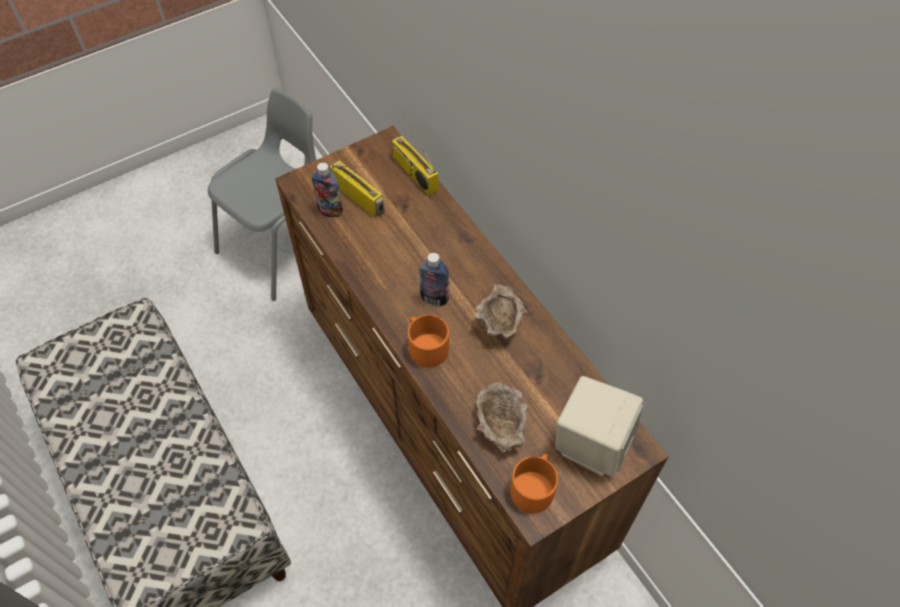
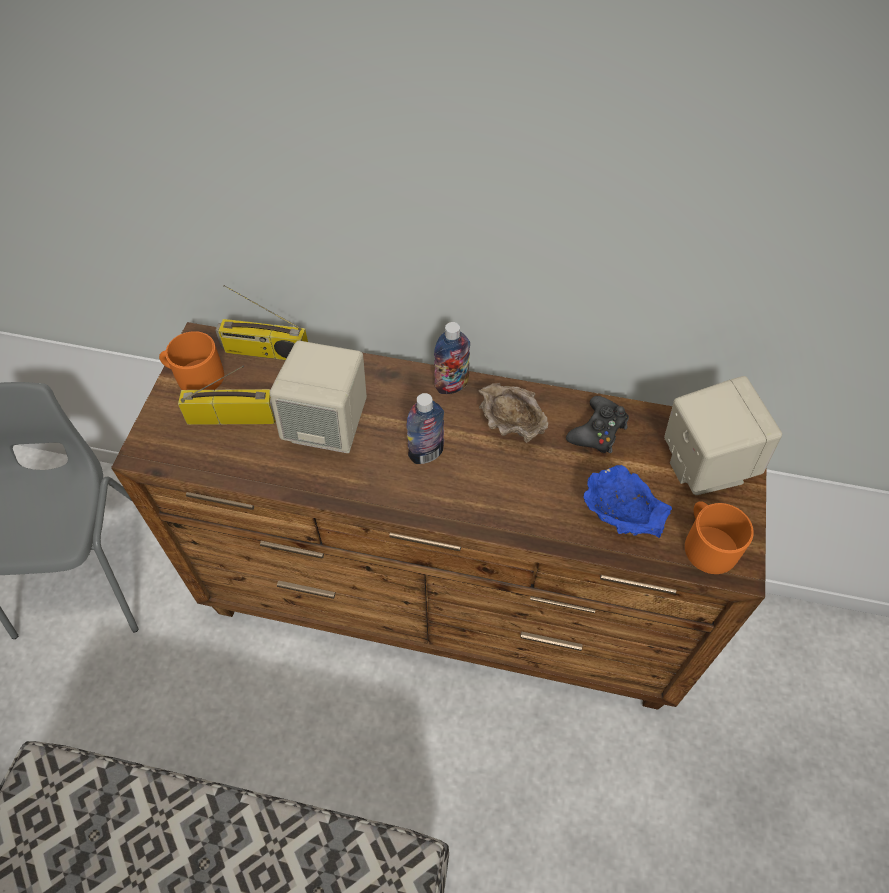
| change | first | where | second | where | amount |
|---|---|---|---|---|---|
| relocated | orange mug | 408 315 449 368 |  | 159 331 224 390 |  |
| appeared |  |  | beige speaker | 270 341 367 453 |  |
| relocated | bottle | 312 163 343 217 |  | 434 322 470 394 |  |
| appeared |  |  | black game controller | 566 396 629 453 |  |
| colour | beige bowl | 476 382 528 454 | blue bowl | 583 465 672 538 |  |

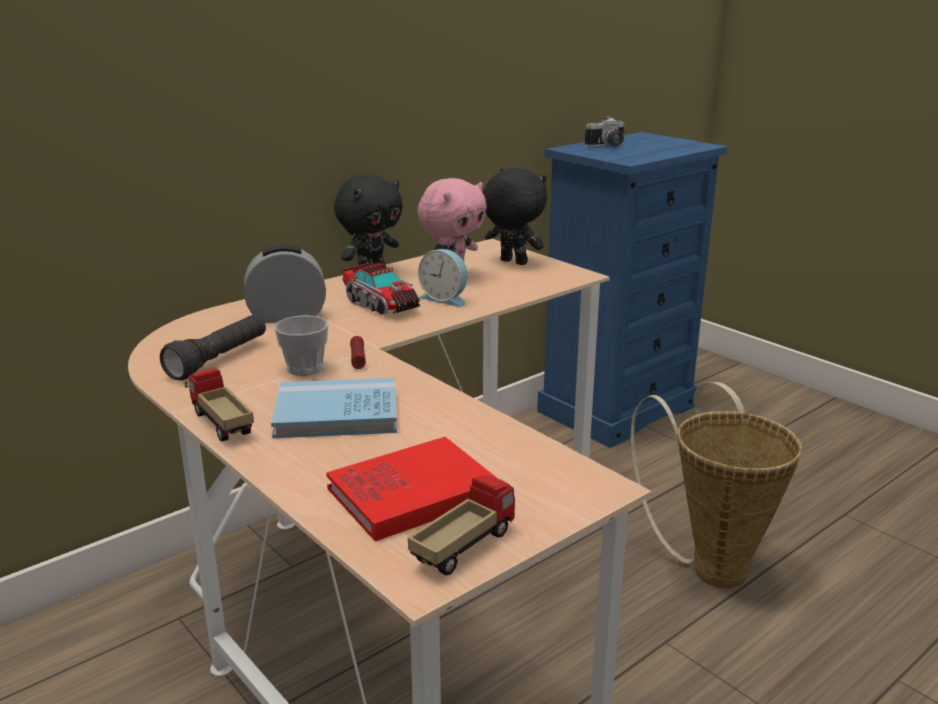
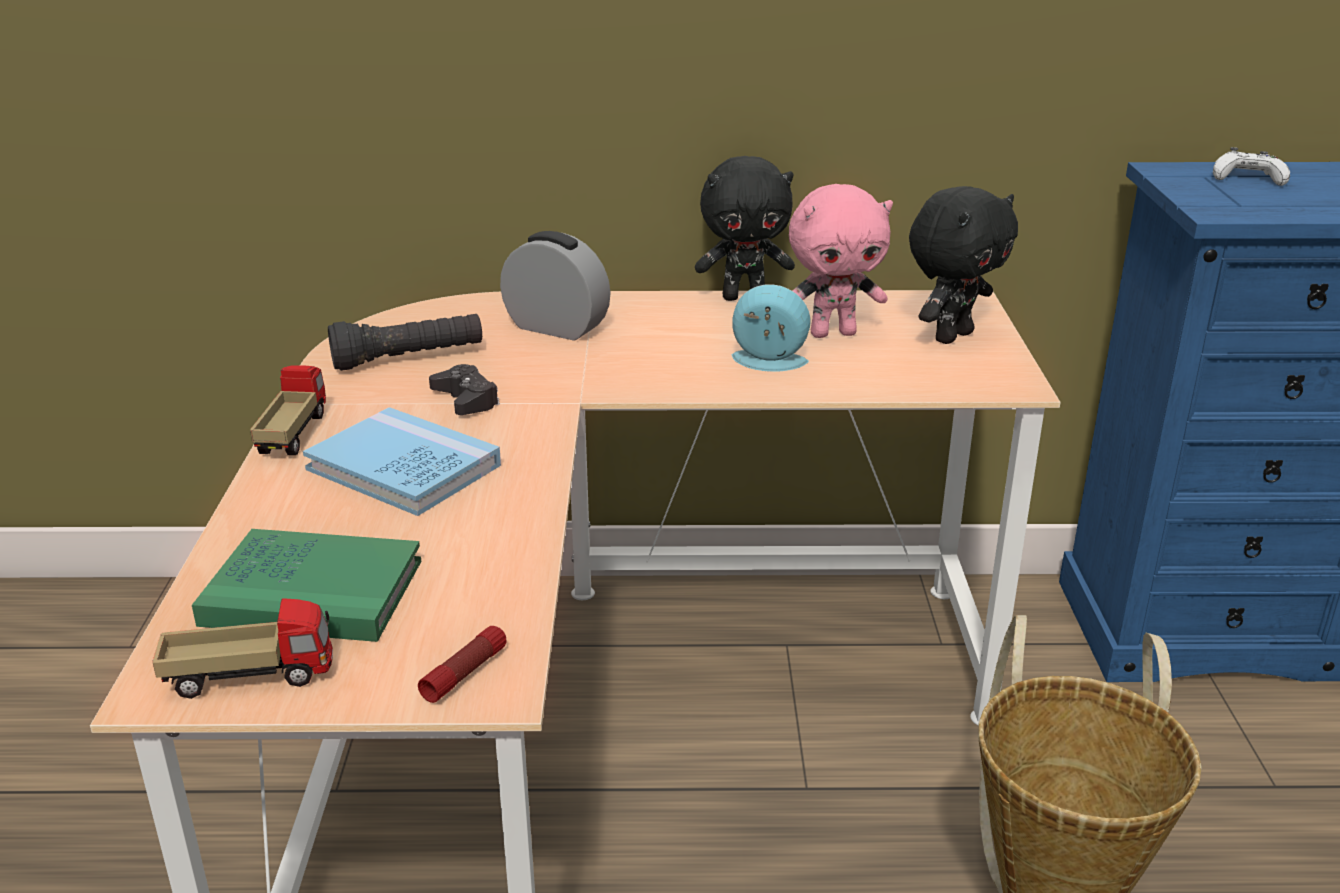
| change | first | where | second | where | amount |
|---|---|---|---|---|---|
| colour | red book | 326 437 498 541 | green book | 192 529 421 642 |  |
| relocated | flashlight | 350 336 366 369 |  | 418 626 506 703 |  |
| exchanged | cup | 274 315 329 376 | black game controller | 429 364 500 415 |  |
| spun | alarm clock | 418 249 468 307 |  | 732 284 811 372 | 120 degrees clockwise |
| spun | black plush toy | 483 168 547 265 |  | 909 186 1018 344 | 60 degrees clockwise |
| exchanged | photo camera | 585 116 624 147 | white game controller | 1213 147 1290 186 |  |
| missing | toy truck | 341 263 420 315 |  |  |  |

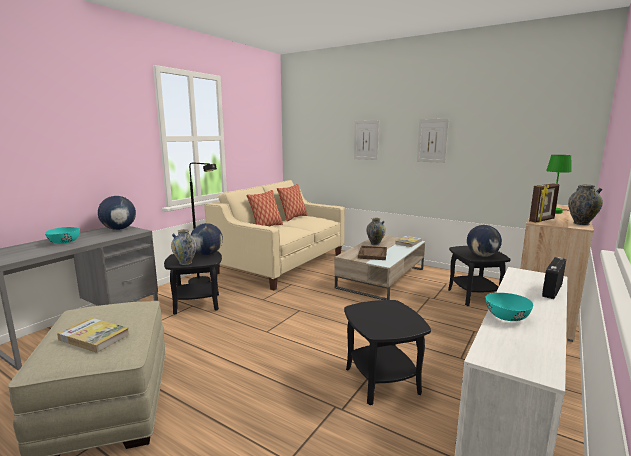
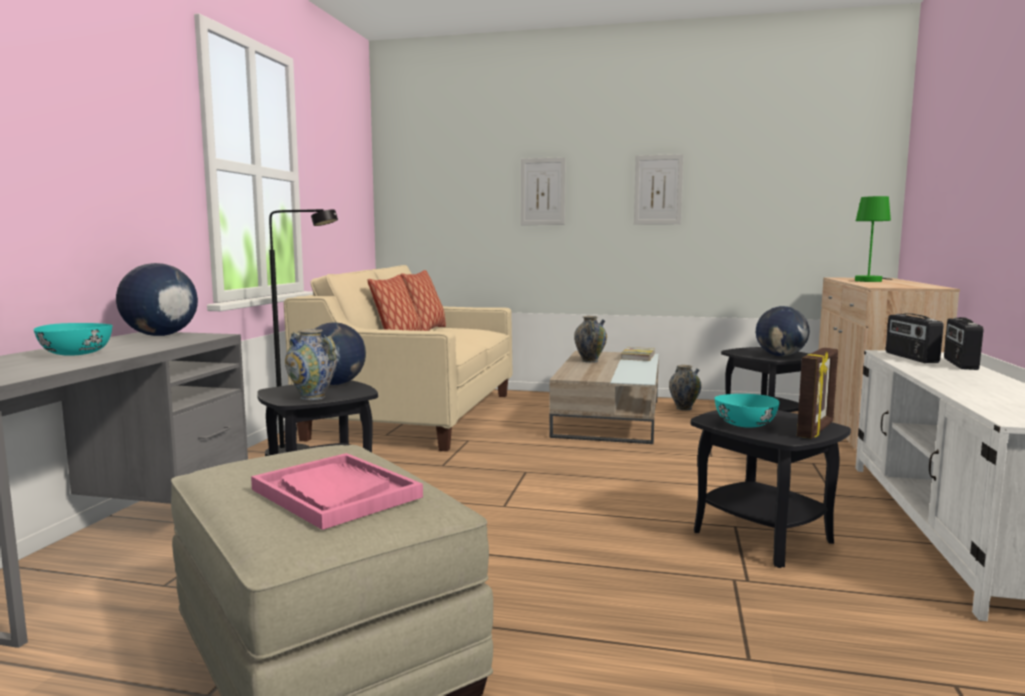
| change | first | where | second | where | amount |
|---|---|---|---|---|---|
| exchanged | book | 57 318 130 353 | pink tray | 251 453 423 530 |  |
| relocated | vase | 568 184 603 225 |  | 669 365 702 410 |  |
| relocated | turquoise bowl | 486 293 533 321 |  | 715 394 780 428 |  |
| relocated | picture frame | 529 184 560 223 |  | 797 348 838 439 |  |
| appeared |  |  | radio | 886 314 943 363 |  |
| missing | brown tray | 358 246 387 260 |  |  |  |

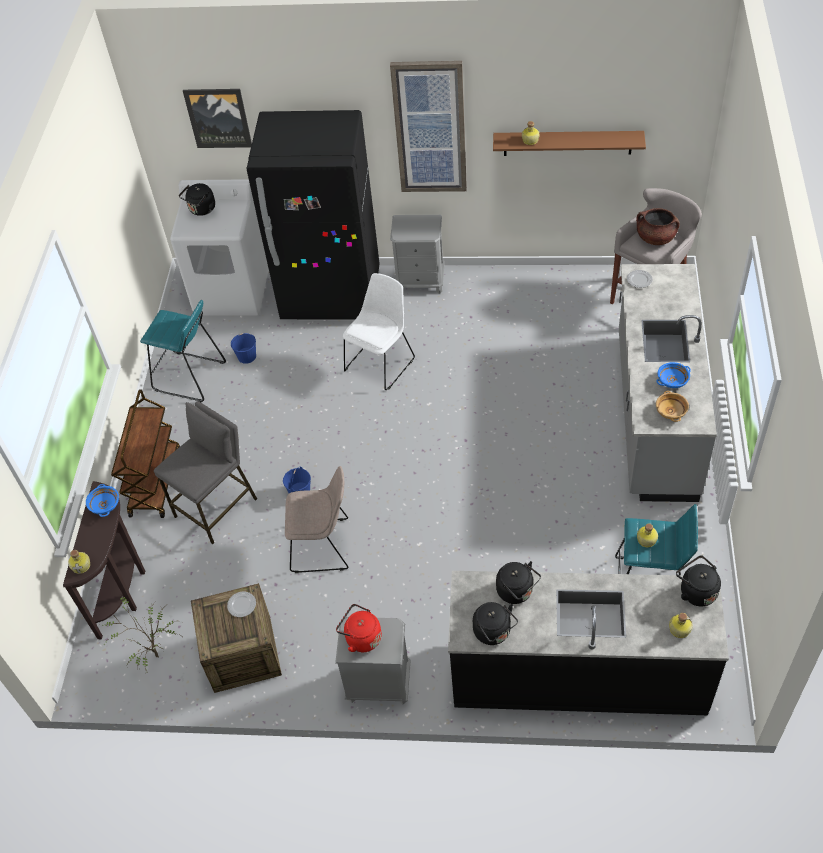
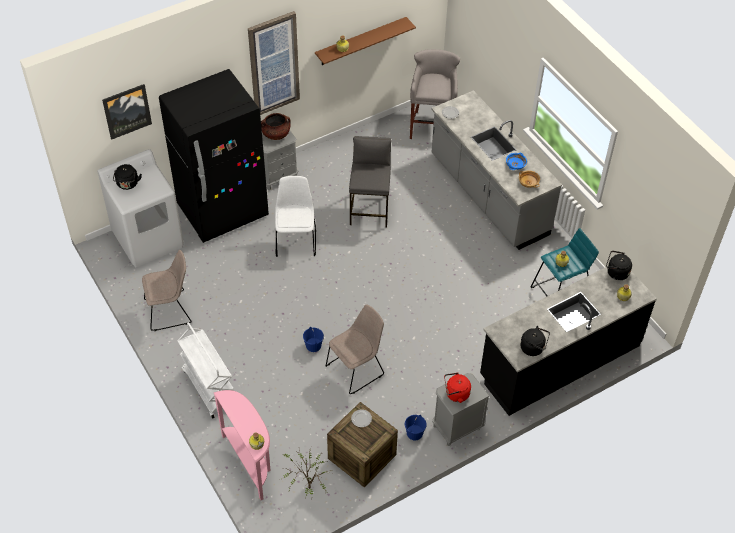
| change | first | where | second | where | amount |
|---|---|---|---|---|---|
| exchanged | turquoise stool | 140 300 226 402 | beige chair | 142 250 192 331 |  |
| colour | brown cart | 111 390 180 518 | white cart | 178 322 234 419 |  |
| colour | brown console table | 63 481 145 639 | pink console table | 214 390 271 500 |  |
| relocated | brown cooking pot | 636 208 680 245 |  | 261 113 291 140 |  |
| relocated | grey stool | 154 401 257 544 |  | 349 136 391 227 |  |
| relocated | blue bucket | 231 333 256 364 |  | 405 415 426 440 |  |
| missing | blue bowl | 86 484 119 517 |  |  |  |
| missing | black kettle | 496 561 541 604 |  |  |  |

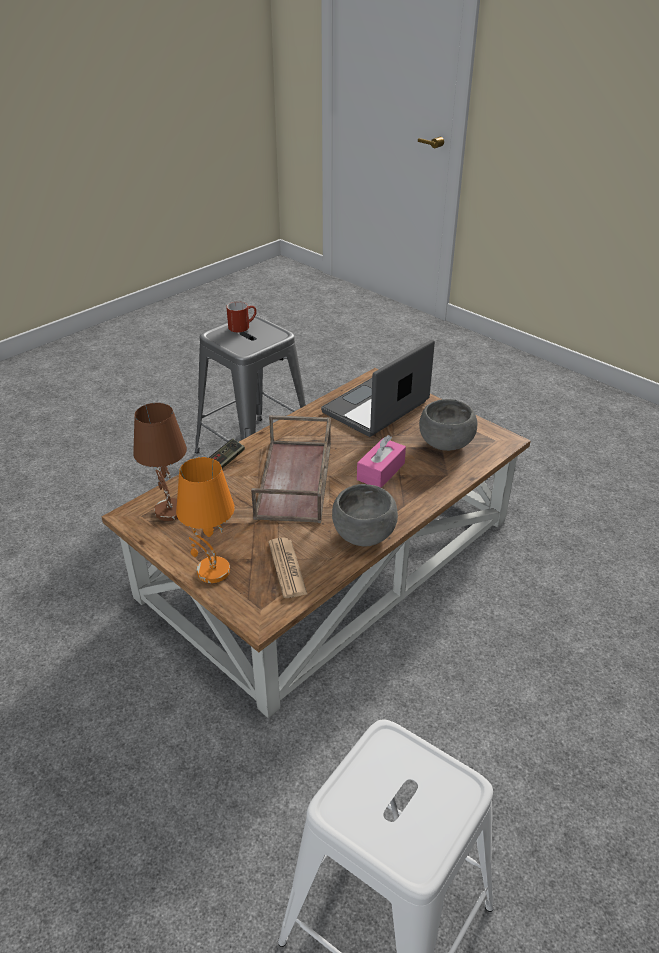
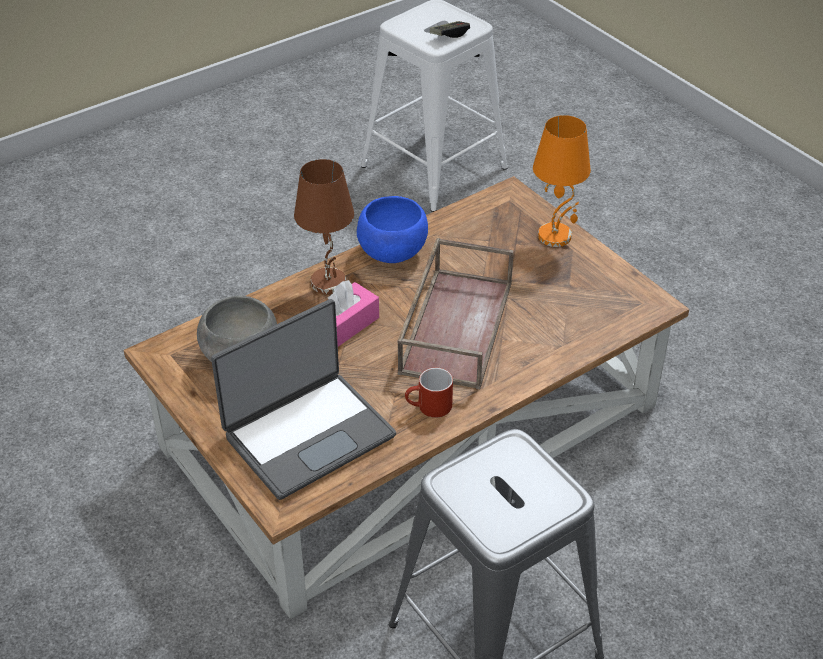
| change | first | where | second | where | amount |
|---|---|---|---|---|---|
| relocated | brown table lamp | 133 403 187 521 |  | 294 159 354 294 |  |
| colour | grey bowl | 332 484 398 546 | blue bowl | 357 196 428 263 |  |
| relocated | red mug | 226 301 257 332 |  | 405 368 453 418 |  |
| relocated | game controller | 209 439 245 469 |  | 430 21 470 38 |  |
| missing | newspaper | 268 537 307 598 |  |  |  |

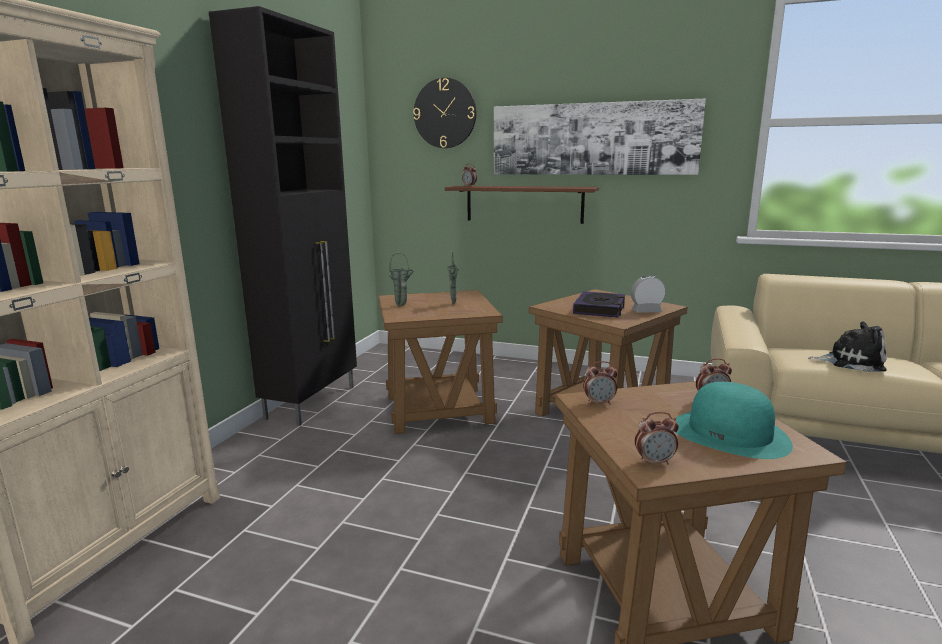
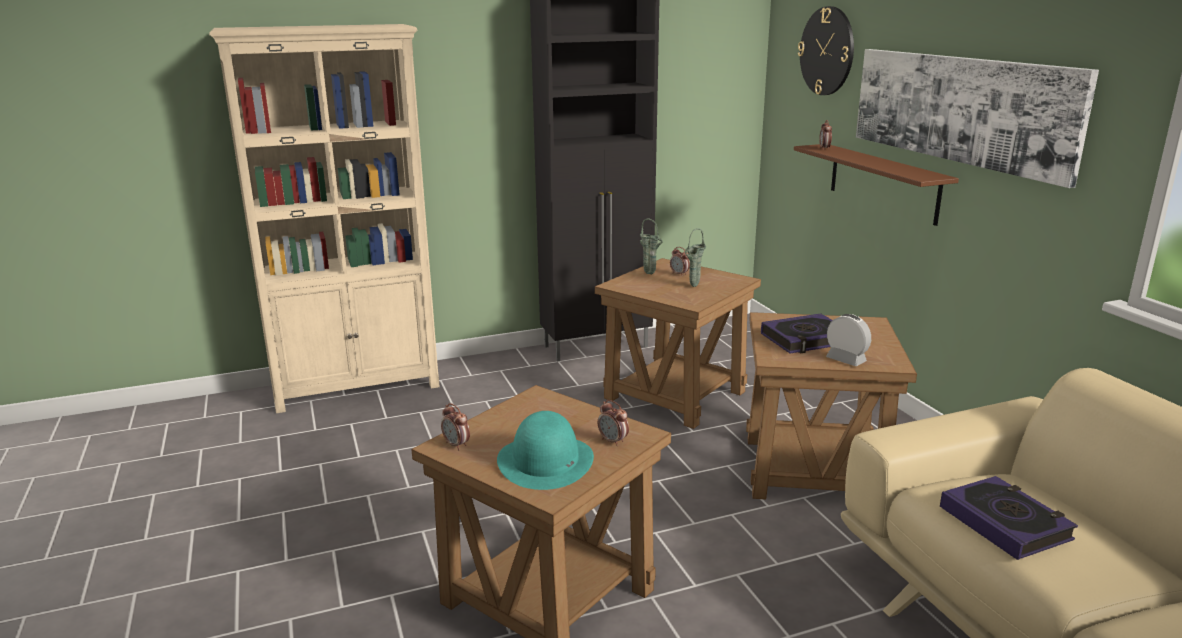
| change | first | where | second | where | amount |
|---|---|---|---|---|---|
| relocated | alarm clock | 583 361 618 405 |  | 670 247 690 275 |  |
| exchanged | plush toy | 808 322 887 372 | book | 940 476 1078 560 |  |

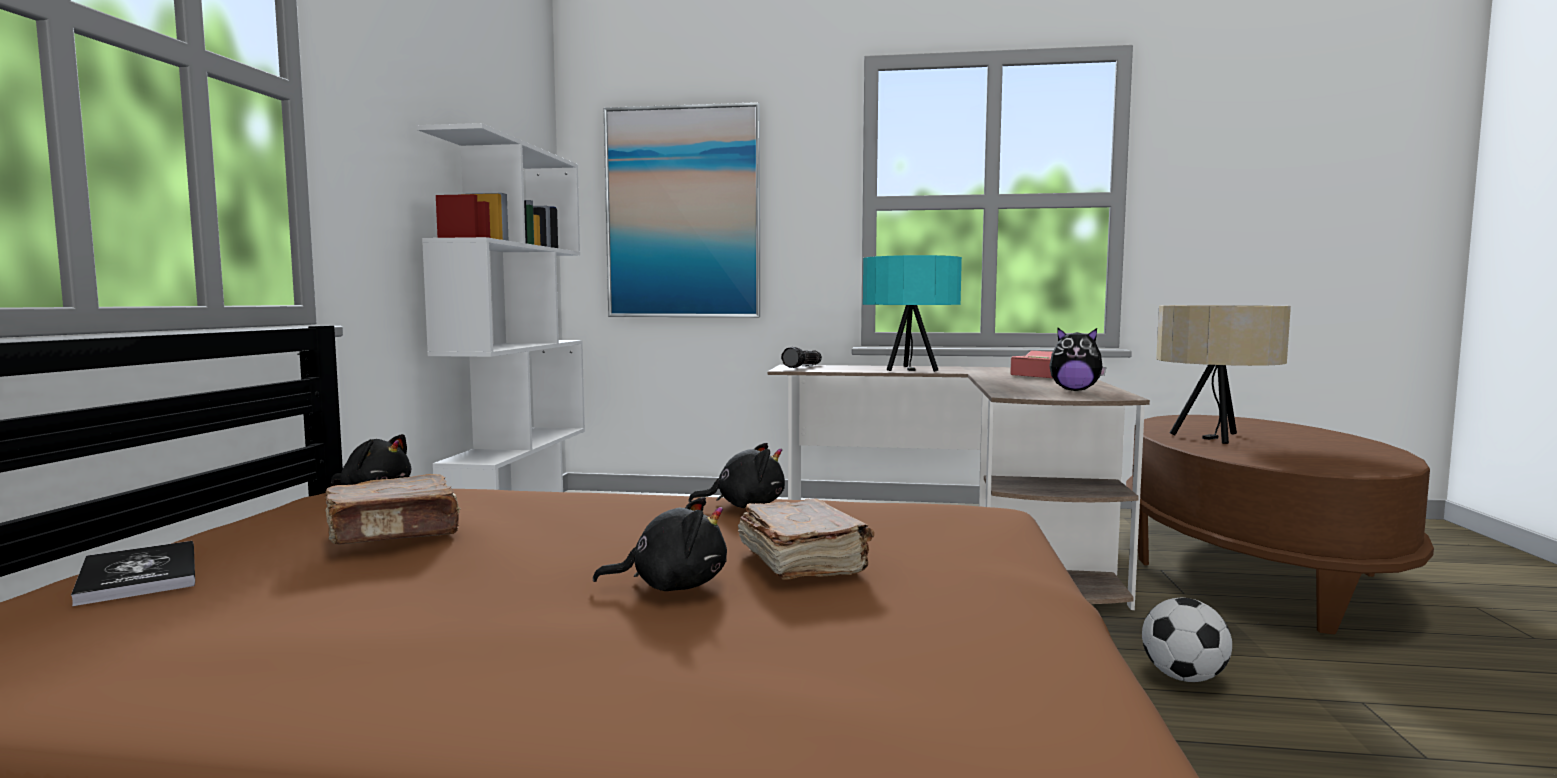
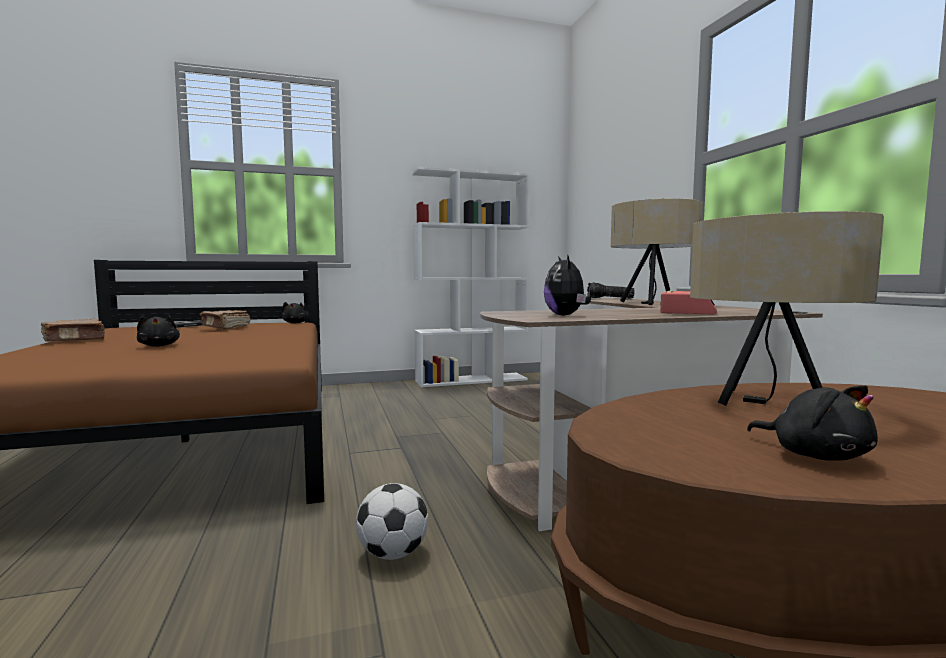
| change | first | where | second | where | amount |
|---|---|---|---|---|---|
| relocated | brown book | 738 499 874 580 |  | 41 319 105 342 |  |
| colour | turquoise table lamp | 863 255 962 372 | beige table lamp | 611 199 703 305 |  |
| relocated | black plush toy | 688 443 785 508 |  | 747 385 878 461 |  |
| missing | picture | 604 102 760 317 |  |  |  |

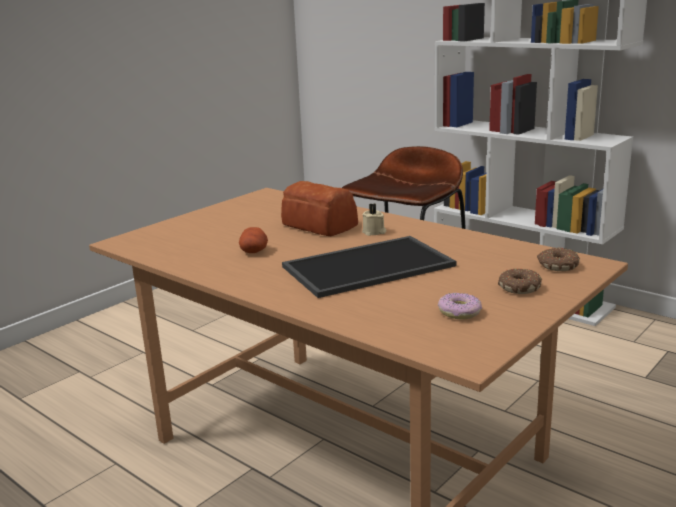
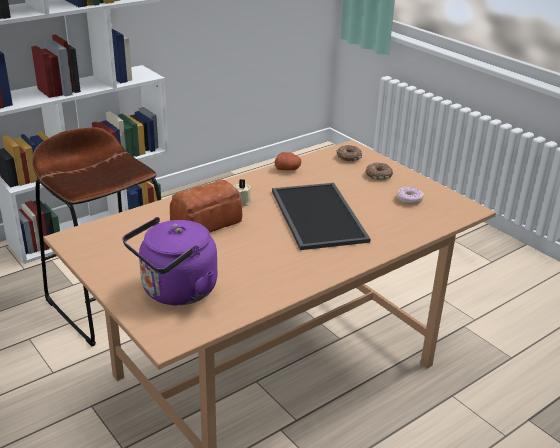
| change | first | where | second | where | amount |
|---|---|---|---|---|---|
| appeared |  |  | purple kettle | 122 217 217 305 |  |
| relocated | potato | 239 227 268 253 |  | 275 152 301 170 |  |

